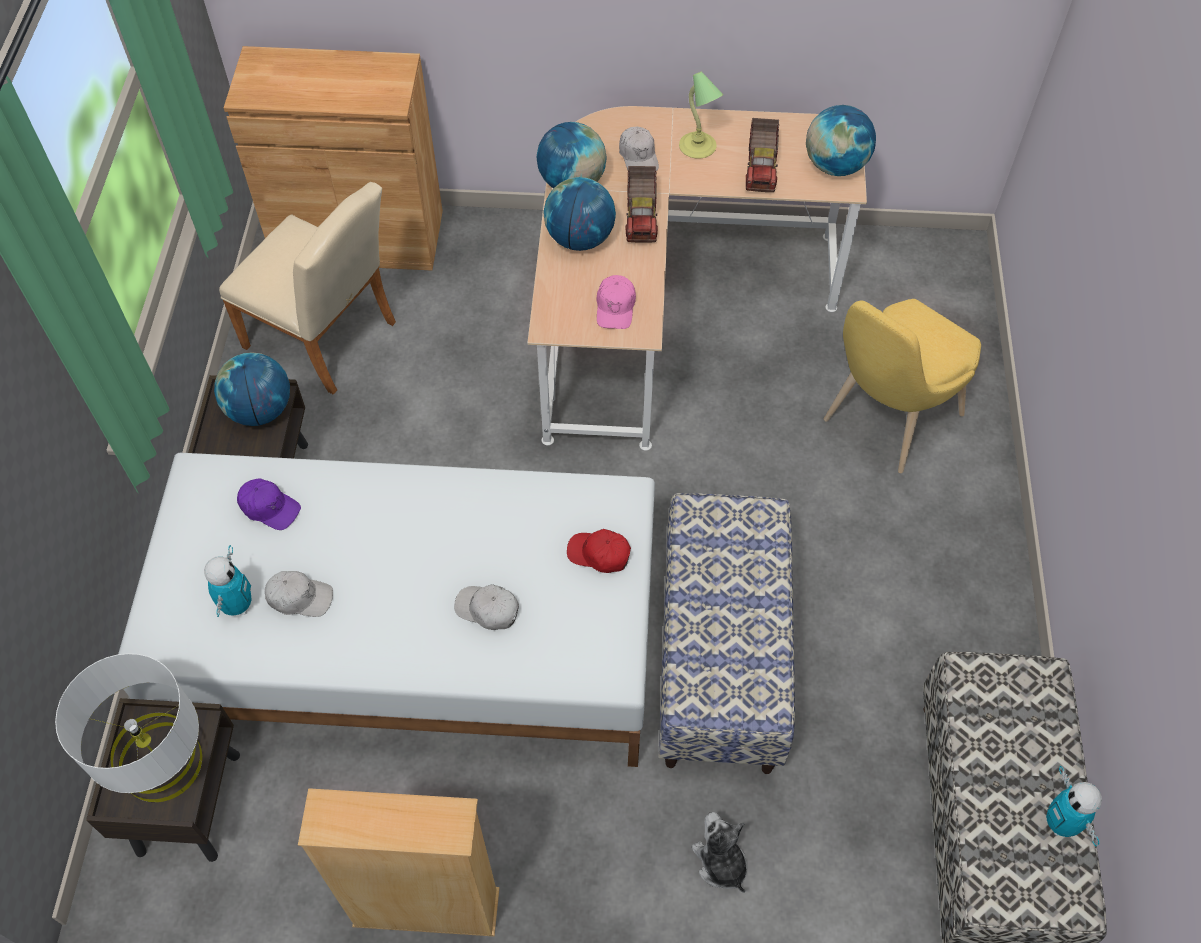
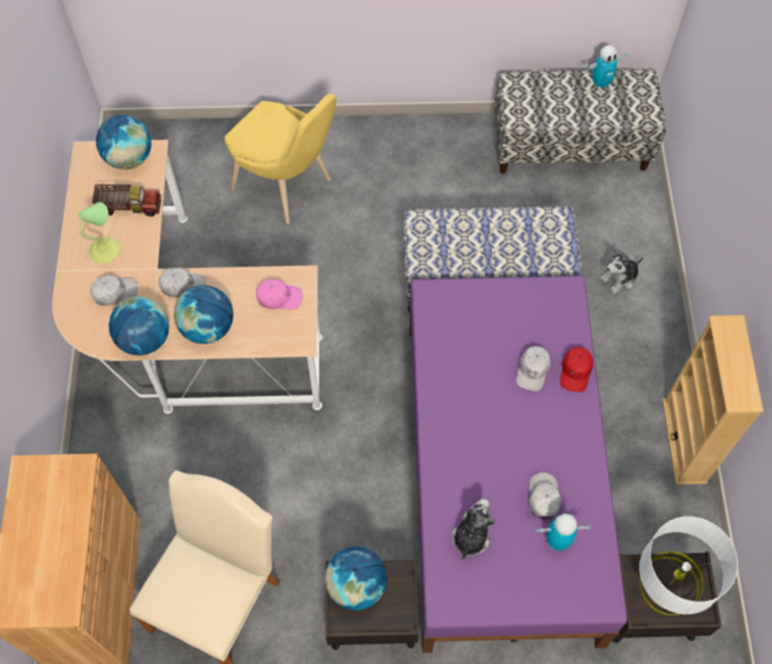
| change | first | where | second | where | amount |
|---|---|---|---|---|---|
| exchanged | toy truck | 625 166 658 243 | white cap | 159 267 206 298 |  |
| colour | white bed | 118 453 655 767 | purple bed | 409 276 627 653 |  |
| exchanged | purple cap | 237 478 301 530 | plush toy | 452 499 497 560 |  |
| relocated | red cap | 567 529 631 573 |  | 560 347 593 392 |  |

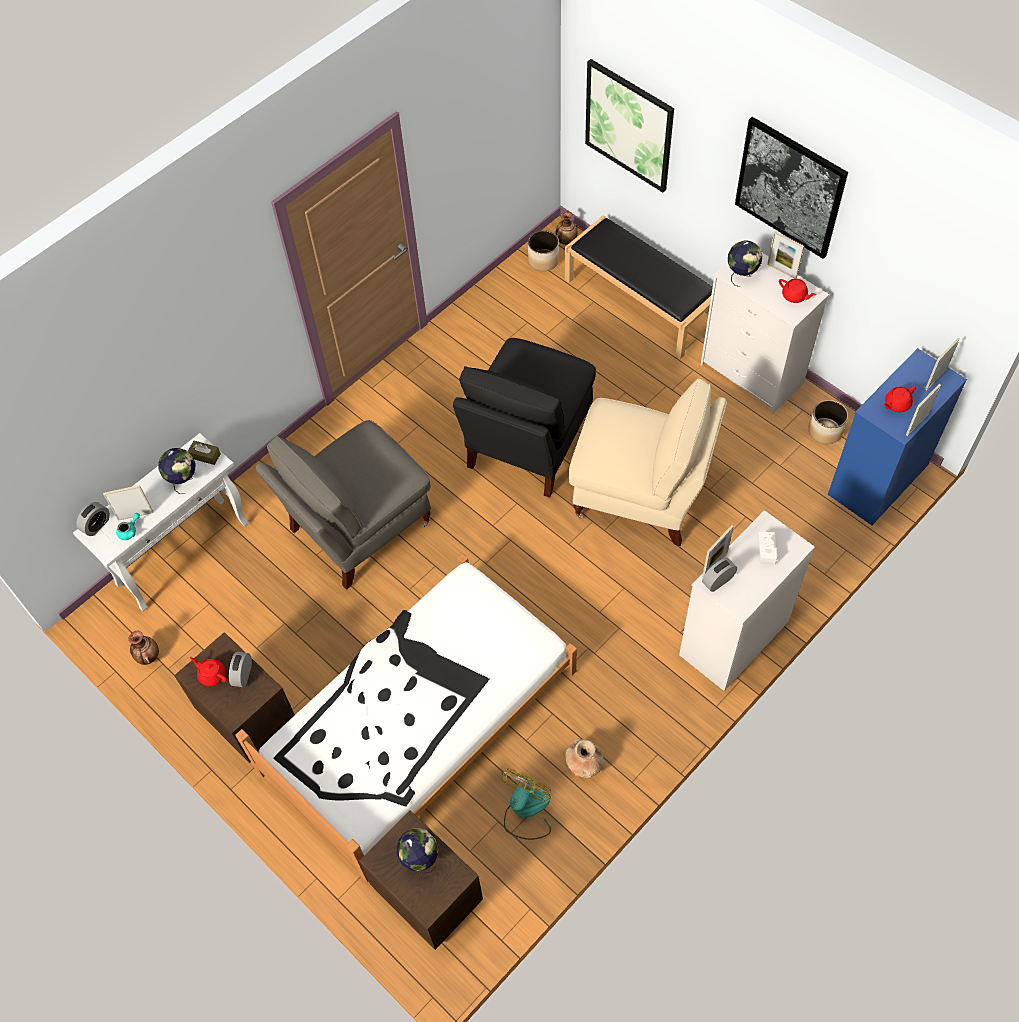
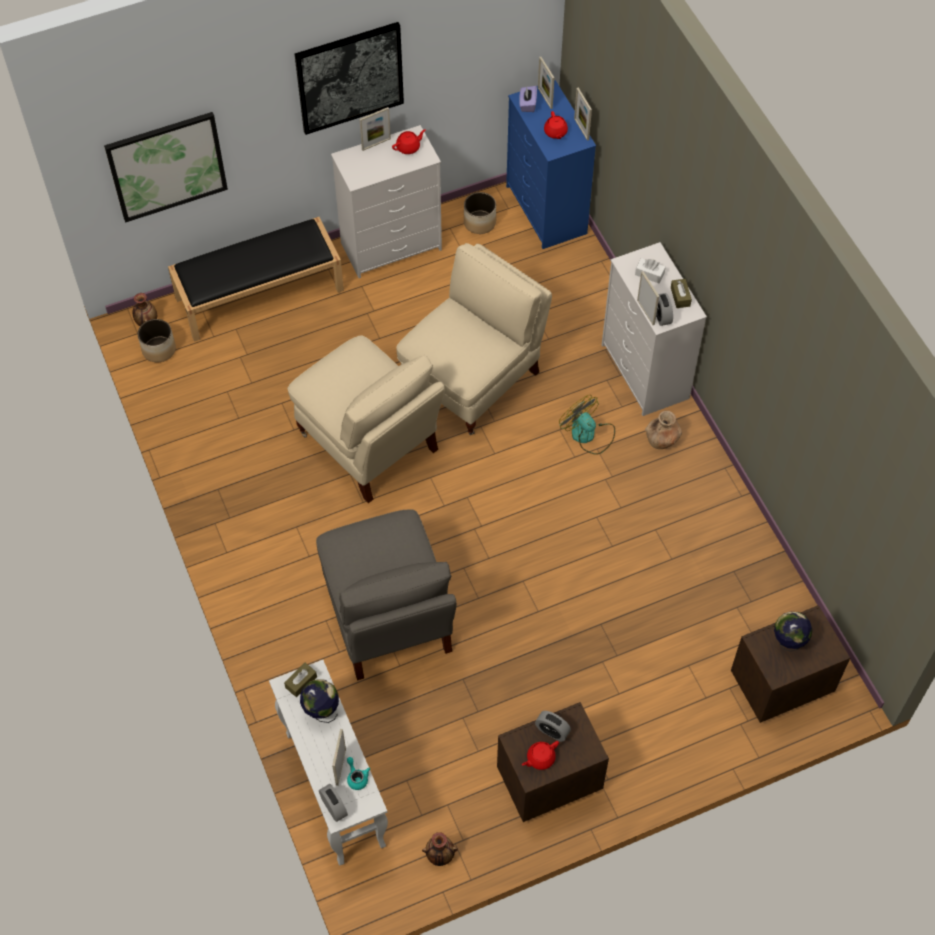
| change | first | where | second | where | amount |
|---|---|---|---|---|---|
| colour | black armchair | 453 338 596 498 | beige armchair | 288 335 445 503 |  |
| appeared |  |  | purple tissue box | 519 86 537 112 |  |
| relocated | fan | 501 768 551 840 |  | 559 395 615 455 |  |
| relocated | brown vase | 565 738 604 778 |  | 645 411 682 449 |  |
| appeared |  |  | brown tissue box | 671 279 692 308 |  |
| missing | white bed | 235 553 577 883 |  |  |  |
| missing | globe | 728 240 762 287 |  |  |  |

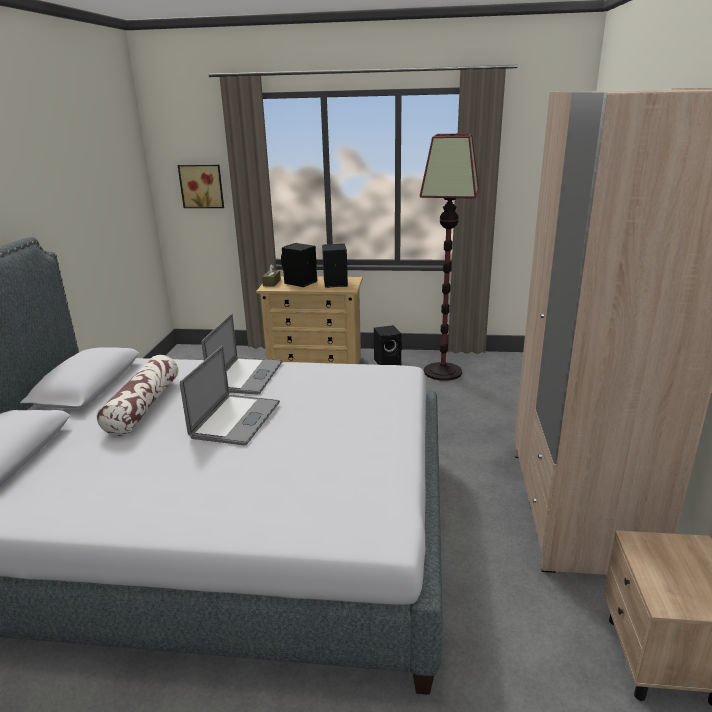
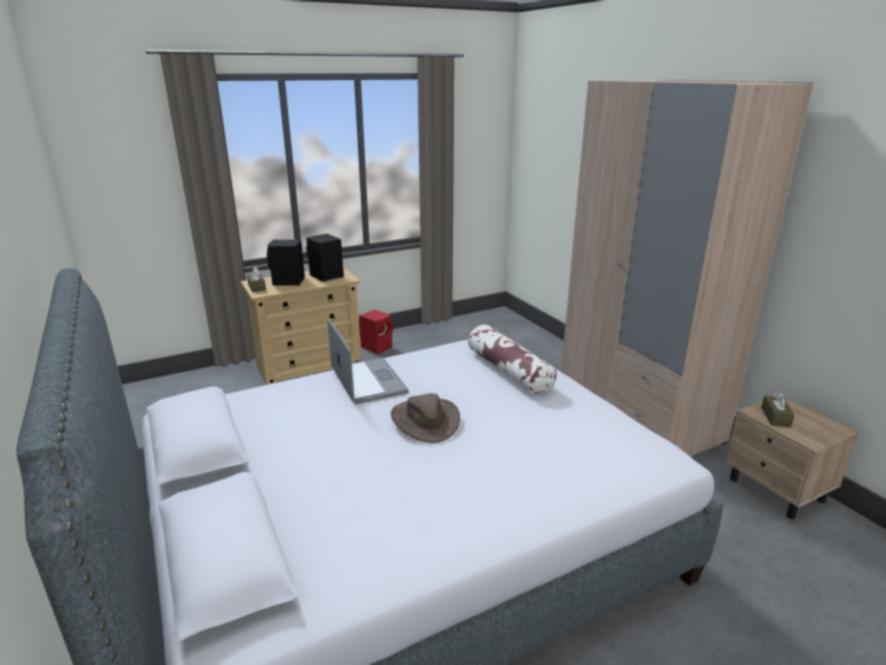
| change | first | where | second | where | amount |
|---|---|---|---|---|---|
| colour | black speaker | 374 325 402 365 | red speaker | 359 309 393 354 |  |
| exchanged | laptop | 180 345 280 445 | brown hat | 391 393 460 443 |  |
| relocated | pillow | 97 355 178 436 |  | 468 325 557 395 |  |
| appeared |  |  | brown tissue box | 761 392 794 428 |  |
| missing | picture | 178 165 224 208 |  |  |  |
| missing | floor lamp | 420 134 479 381 |  |  |  |

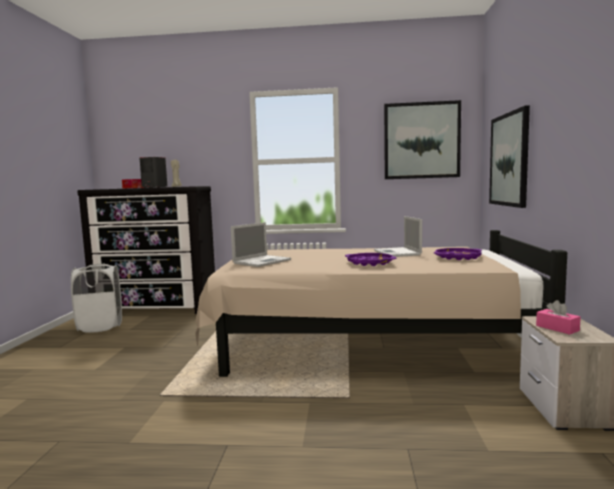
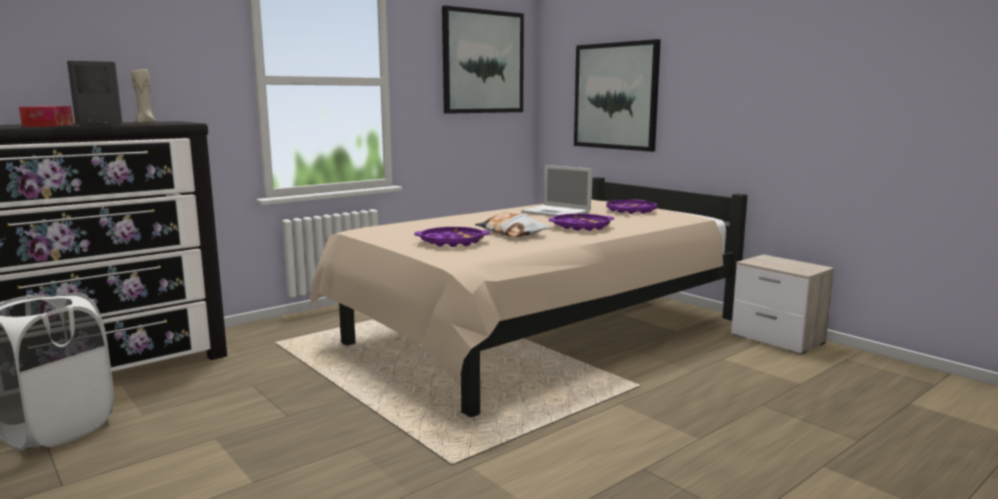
| change | first | where | second | where | amount |
|---|---|---|---|---|---|
| exchanged | laptop | 231 222 291 267 | purple tray | 414 227 490 247 |  |
| appeared |  |  | pillow | 475 212 551 237 |  |
| missing | pink tissue box | 536 300 581 335 |  |  |  |

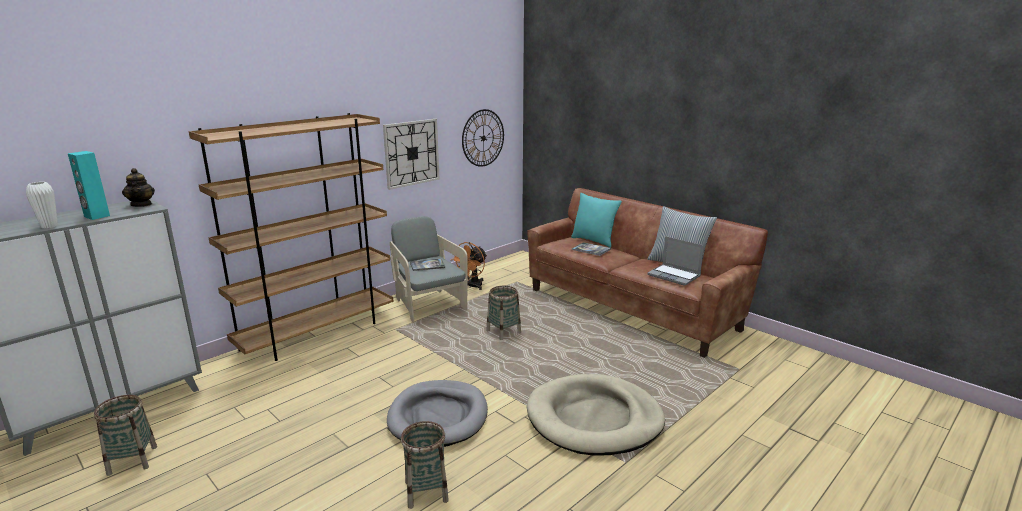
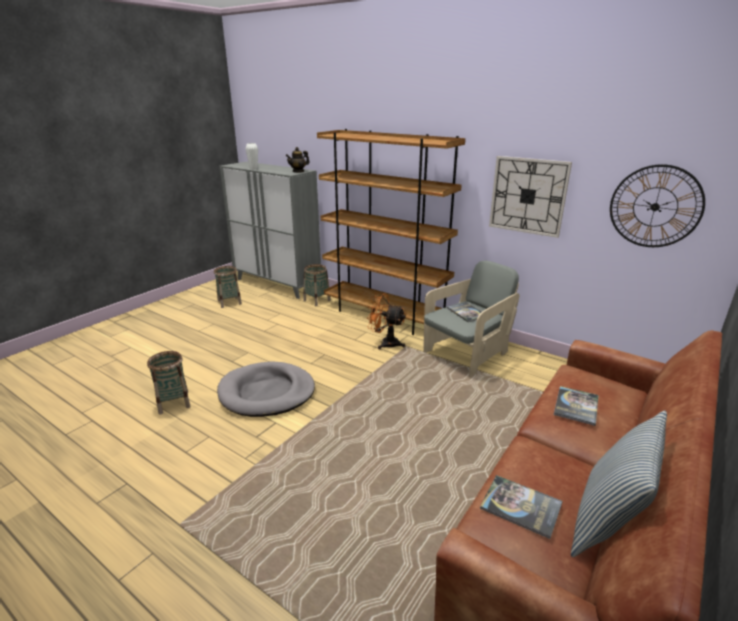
| change | first | where | second | where | amount |
|---|---|---|---|---|---|
| relocated | basket | 486 286 521 340 |  | 303 264 331 306 |  |
| relocated | orange fan | 451 242 487 290 |  | 368 292 406 349 |  |
| exchanged | laptop | 648 236 704 286 | book | 480 475 563 539 |  |
| missing | turquoise speaker | 68 151 110 220 |  |  |  |
| missing | beige dog bed | 527 374 665 456 |  |  |  |
| missing | turquoise pillow | 571 193 622 248 |  |  |  |

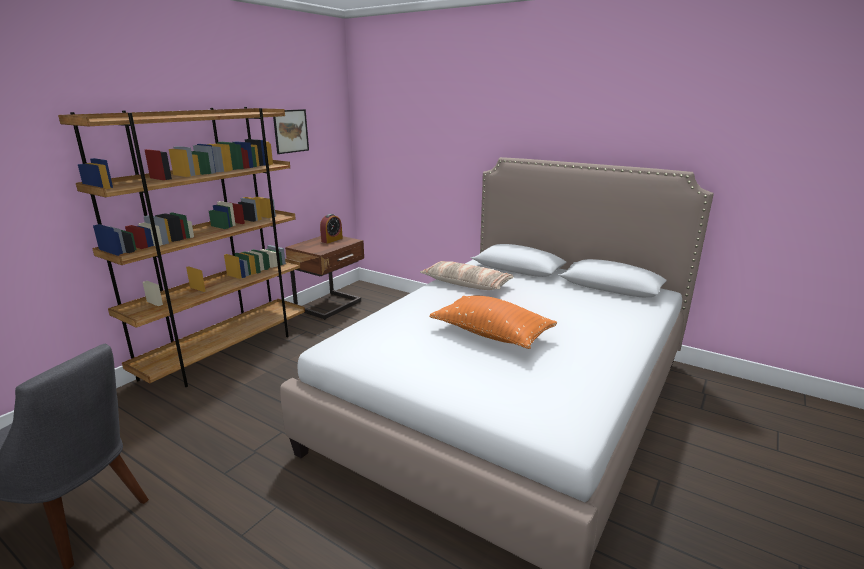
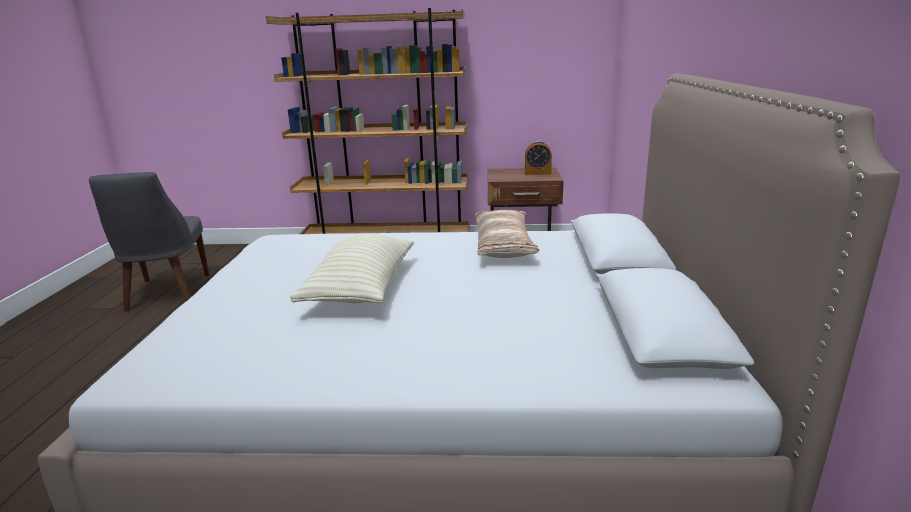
| change | first | where | second | where | amount |
|---|---|---|---|---|---|
| colour | orange pillow | 429 296 557 349 | beige pillow | 290 235 414 303 |  |
| missing | picture | 273 109 309 154 |  |  |  |

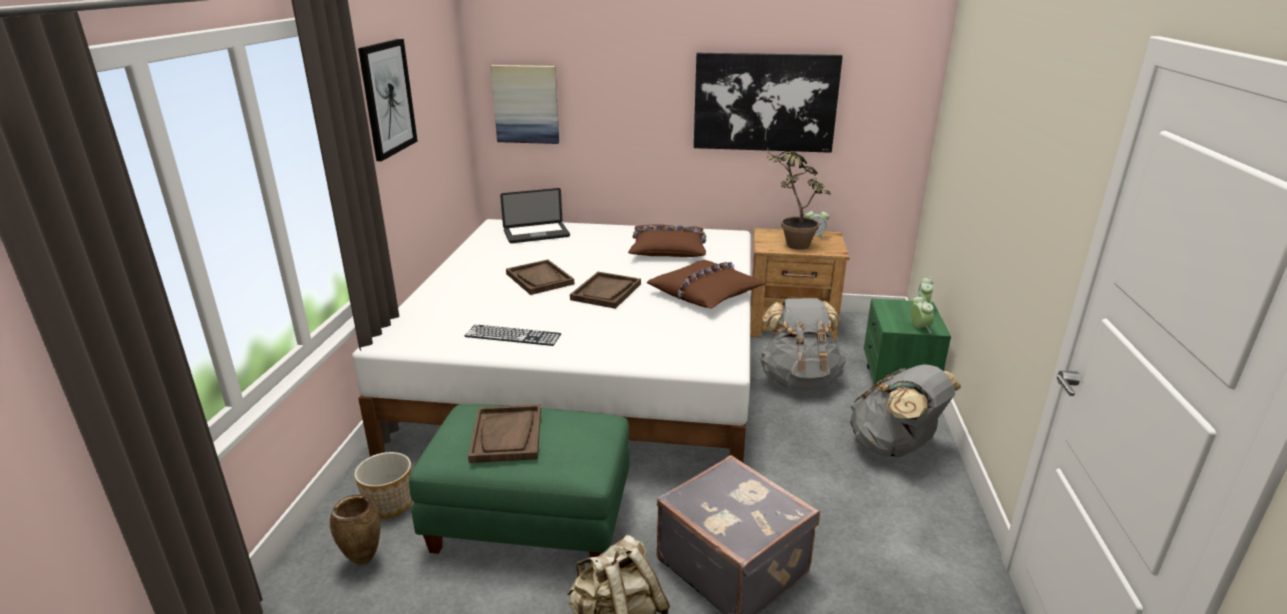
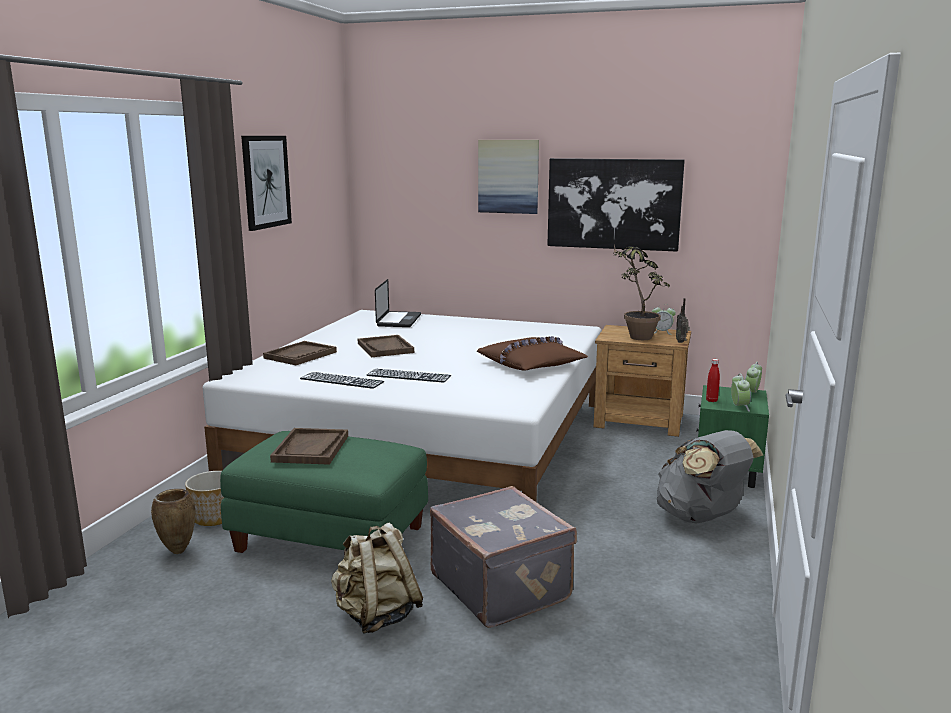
| change | first | where | second | where | amount |
|---|---|---|---|---|---|
| relocated | brown tray | 570 272 641 309 |  | 263 341 337 365 |  |
| appeared |  |  | keyboard | 367 369 451 383 |  |
| spun | laptop | 500 188 570 243 |  | 375 279 421 327 | 75 degrees counterclockwise |
| relocated | picture | 491 65 559 144 |  | 478 140 539 214 |  |
| appeared |  |  | radio | 676 298 690 343 |  |
| appeared |  |  | red bottle | 706 359 720 402 |  |
| missing | brown pillow | 628 224 706 257 |  |  |  |
| missing | grey backpack | 760 298 846 391 |  |  |  |

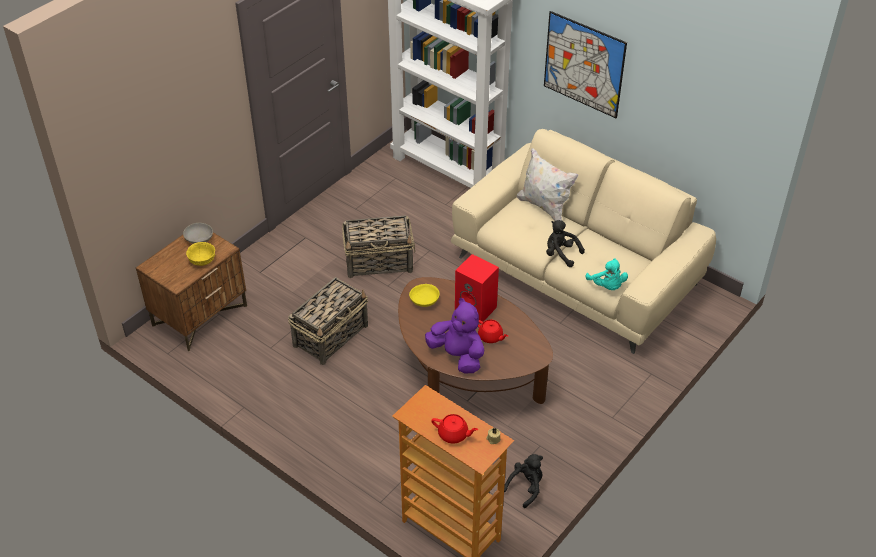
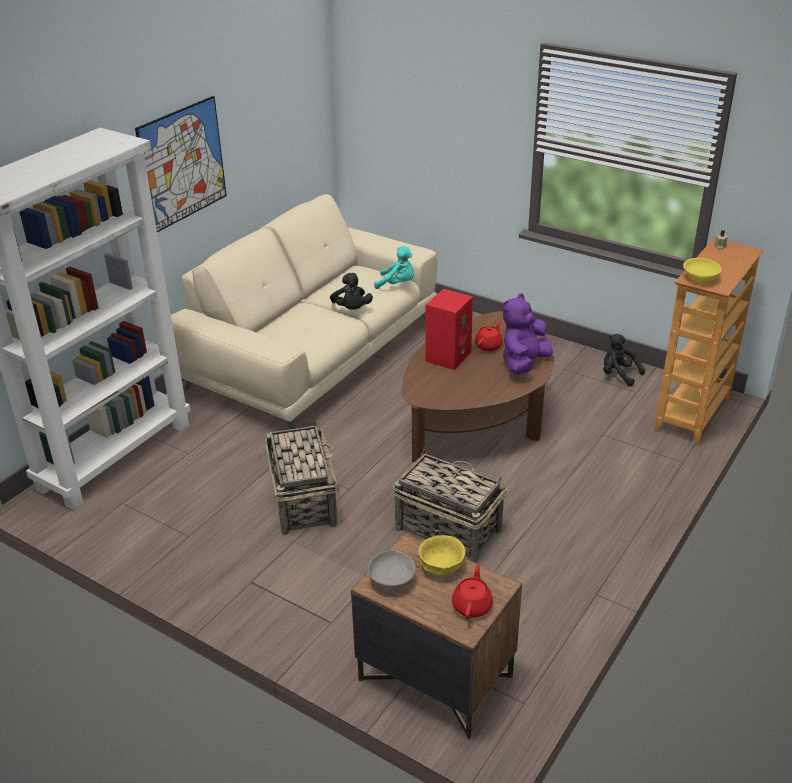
| change | first | where | second | where | amount |
|---|---|---|---|---|---|
| spun | black plush toy | 546 220 585 267 |  | 330 273 373 310 | 45 degrees counterclockwise |
| spun | turquoise plush toy | 585 259 628 290 |  | 374 246 414 289 | 45 degrees clockwise |
| relocated | red teapot | 432 414 478 444 |  | 452 564 493 619 |  |
| relocated | yellow bowl | 409 284 440 307 |  | 683 258 722 282 |  |
| missing | white pillow | 517 148 578 221 |  |  |  |

